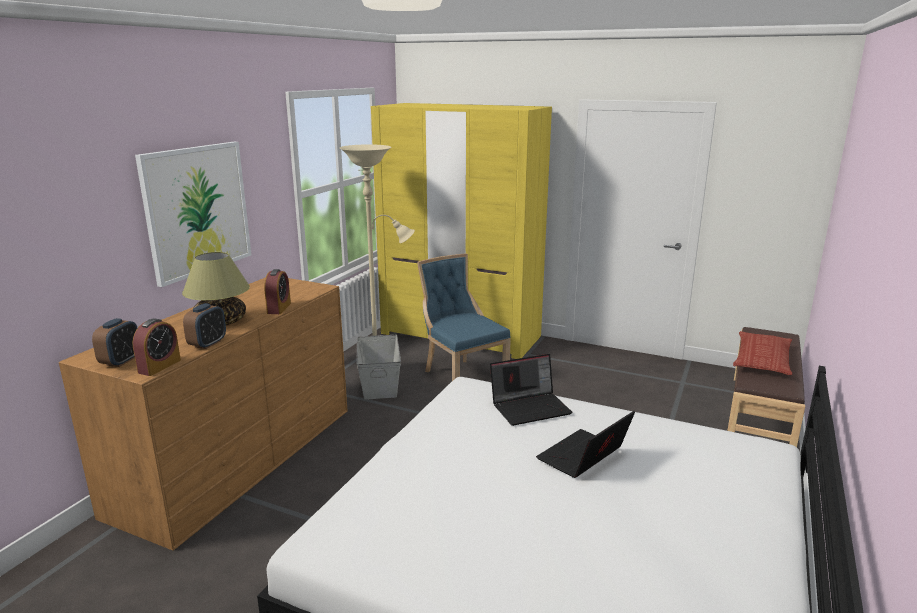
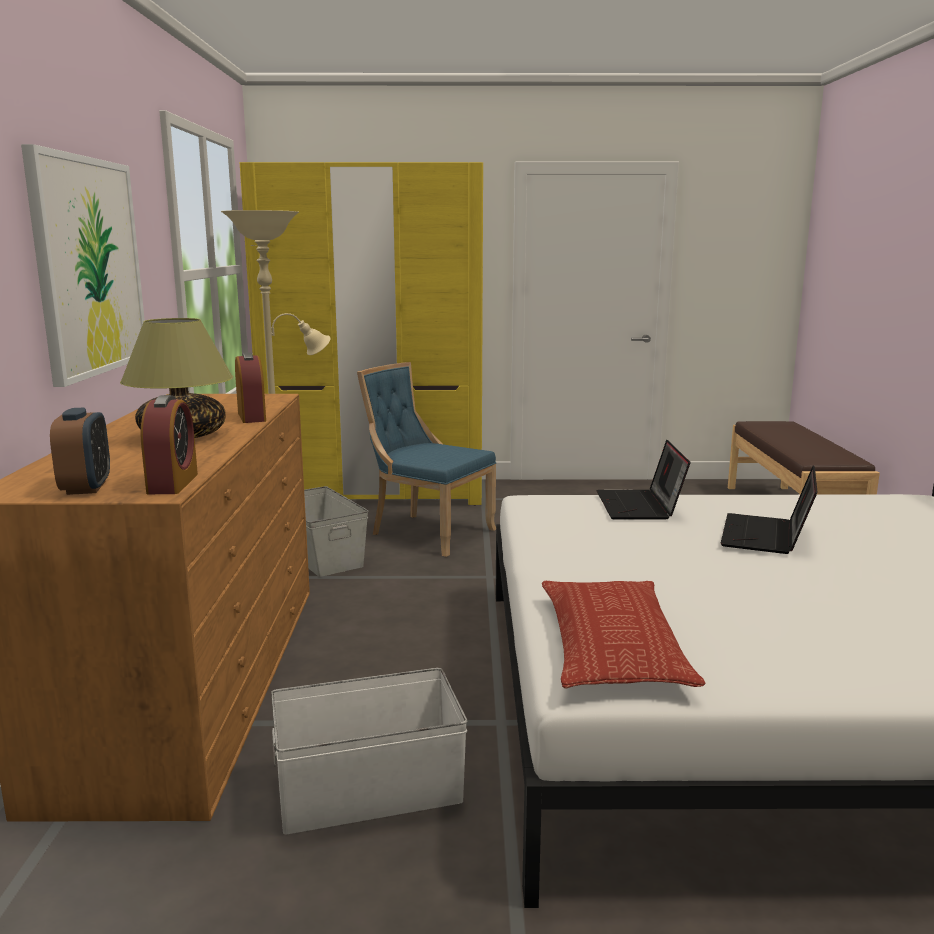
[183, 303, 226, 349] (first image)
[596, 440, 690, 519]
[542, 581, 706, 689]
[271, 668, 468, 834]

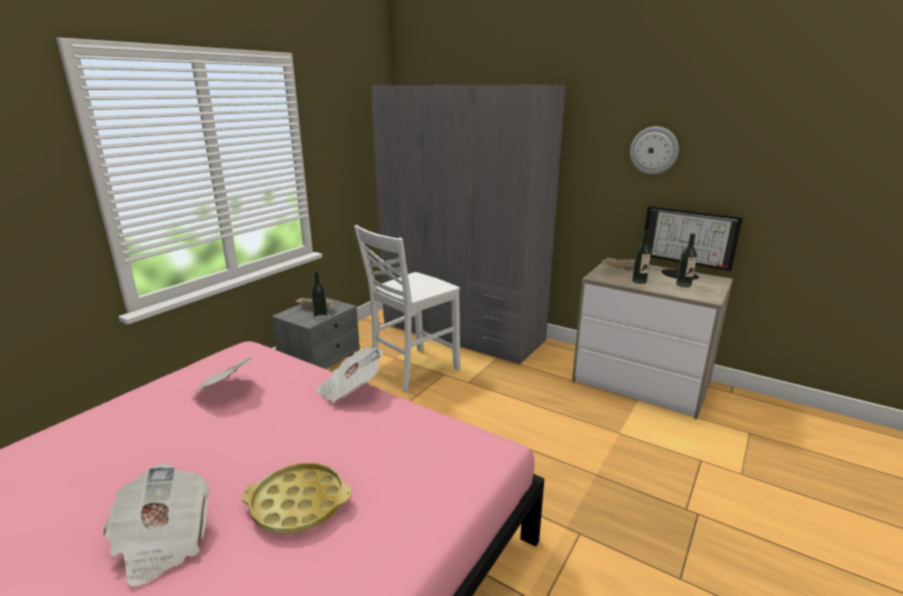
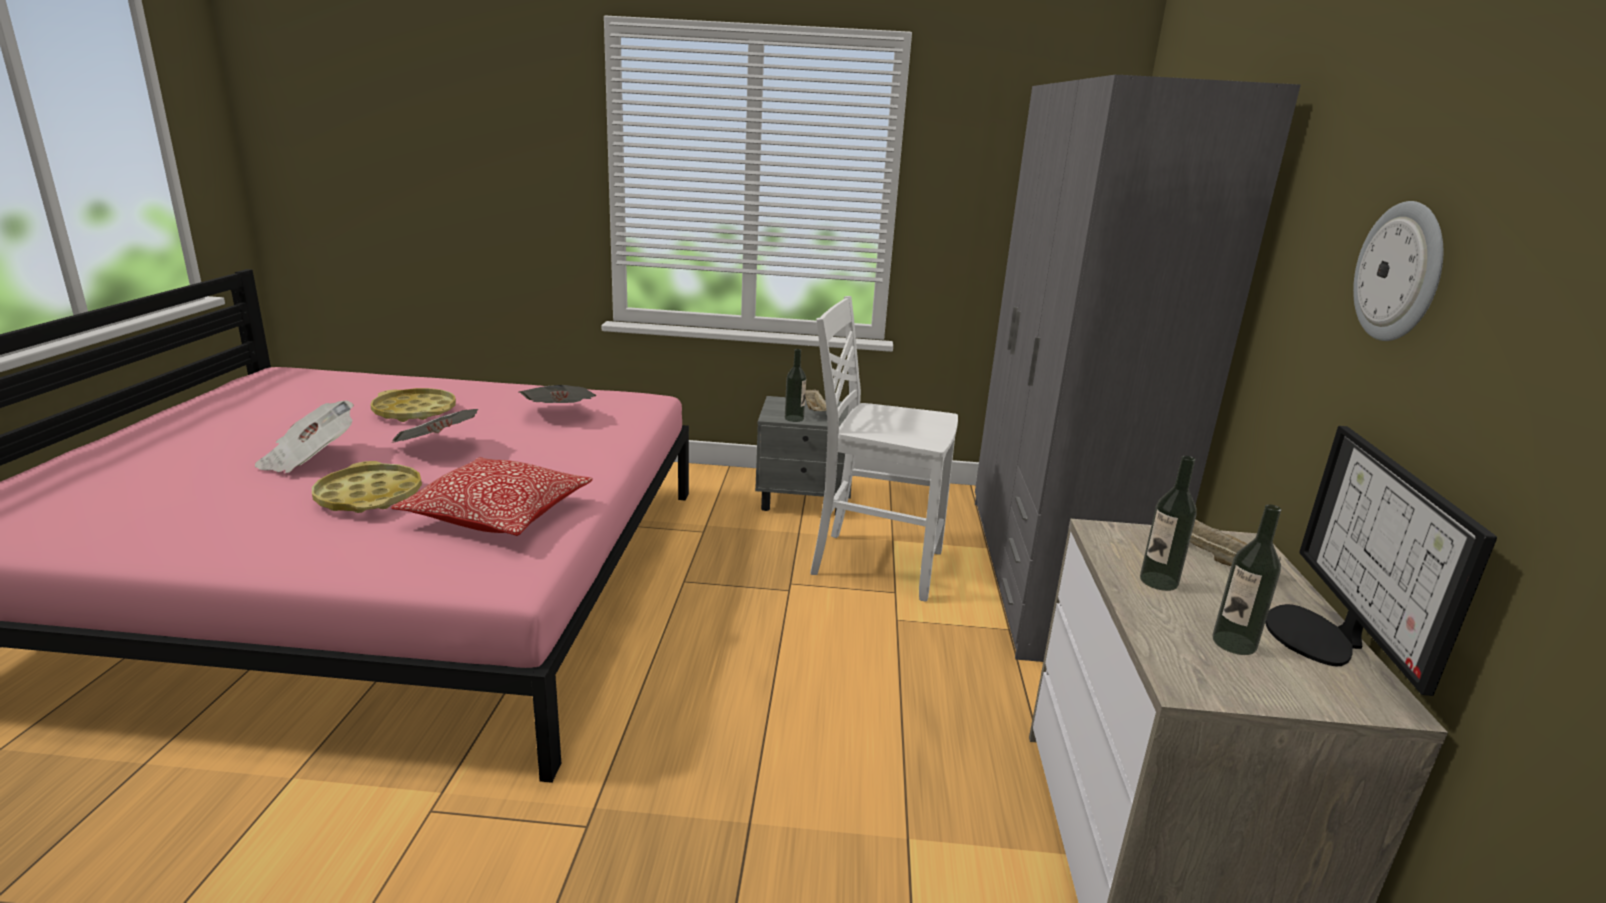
[391, 409, 479, 443]
[370, 388, 456, 422]
[391, 457, 593, 536]

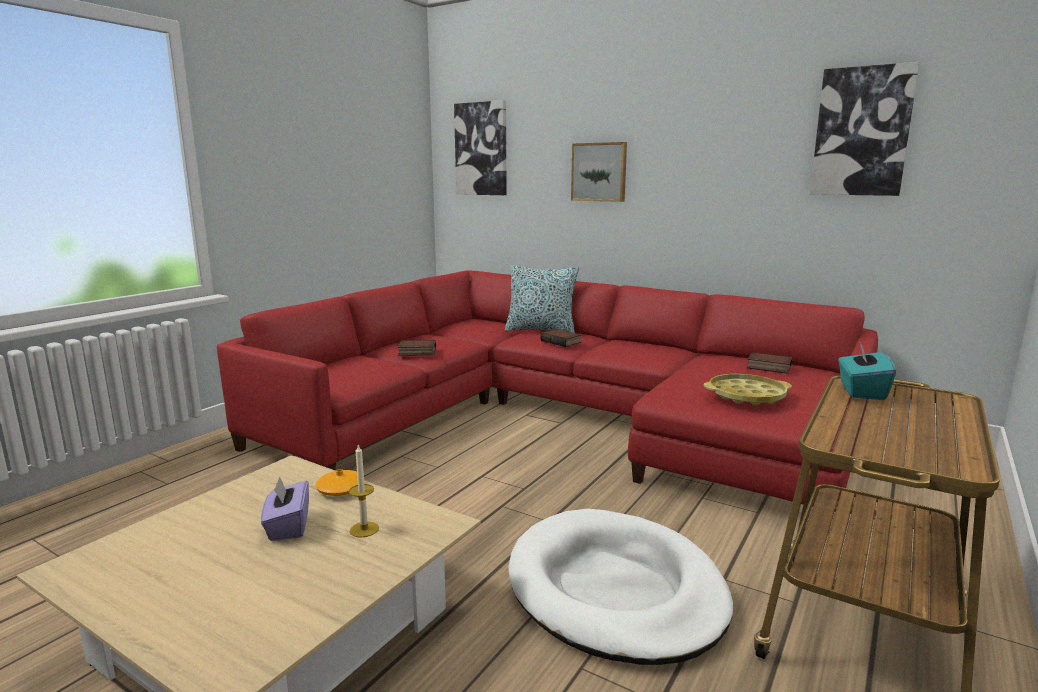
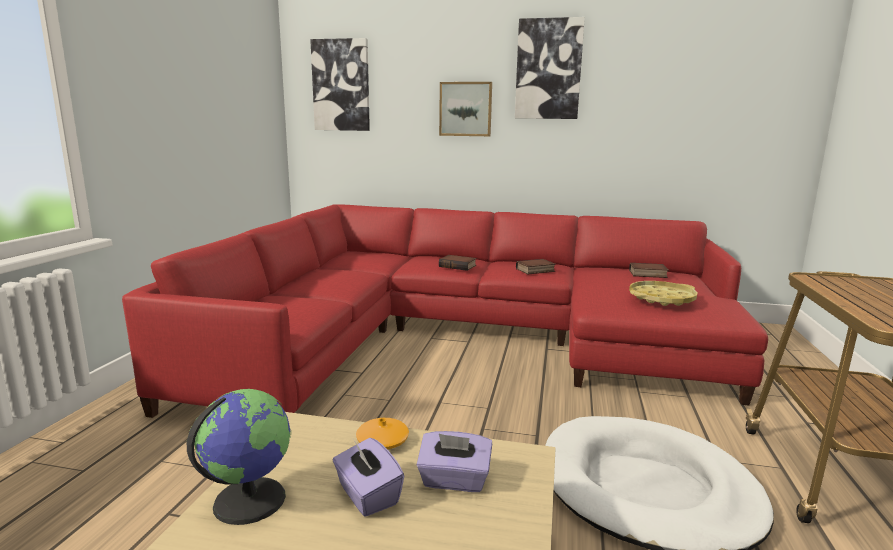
[417, 431, 492, 492]
[516, 259, 556, 274]
[505, 265, 579, 333] (first image)
[515, 17, 585, 119]
[838, 341, 896, 400] (first image)
[187, 389, 291, 525]

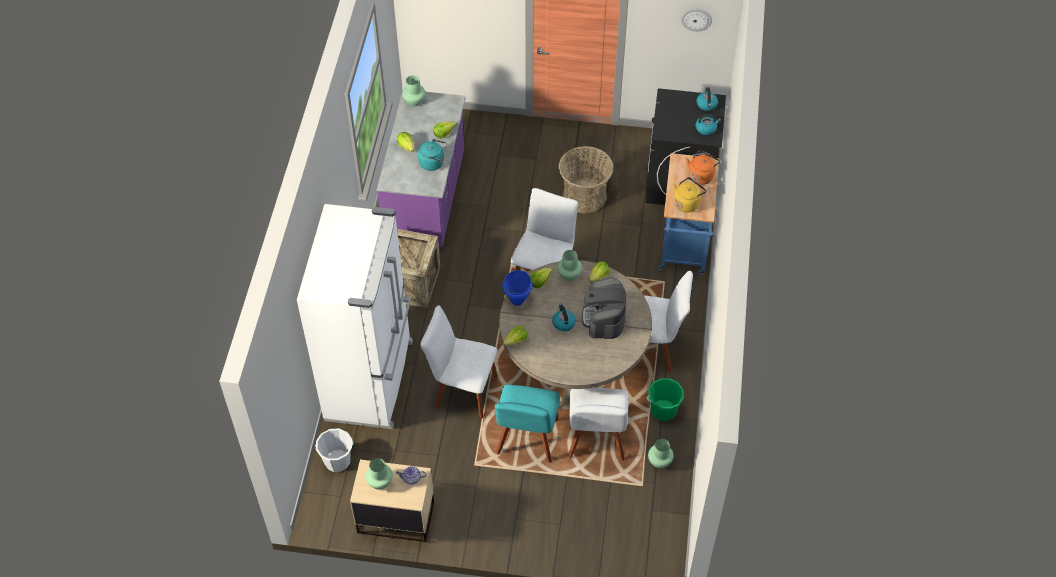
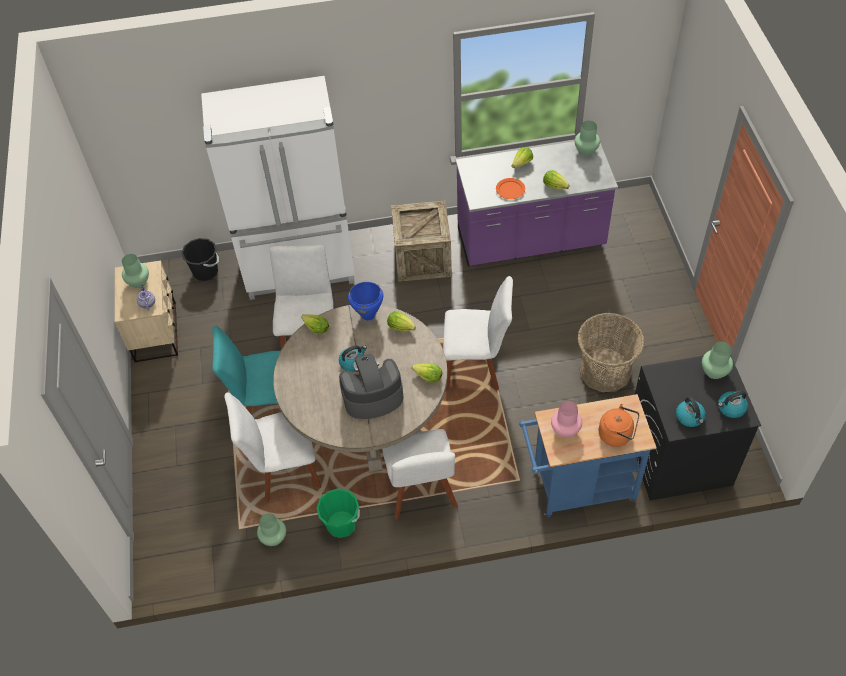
[181, 238, 219, 281]
[496, 178, 525, 199]
[702, 341, 733, 379]
[551, 401, 582, 438]
[681, 9, 712, 31] (first image)

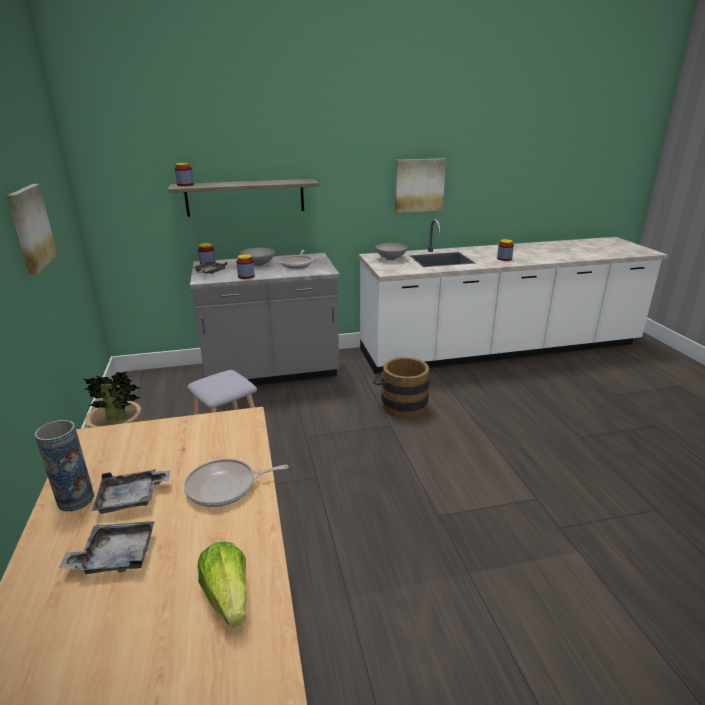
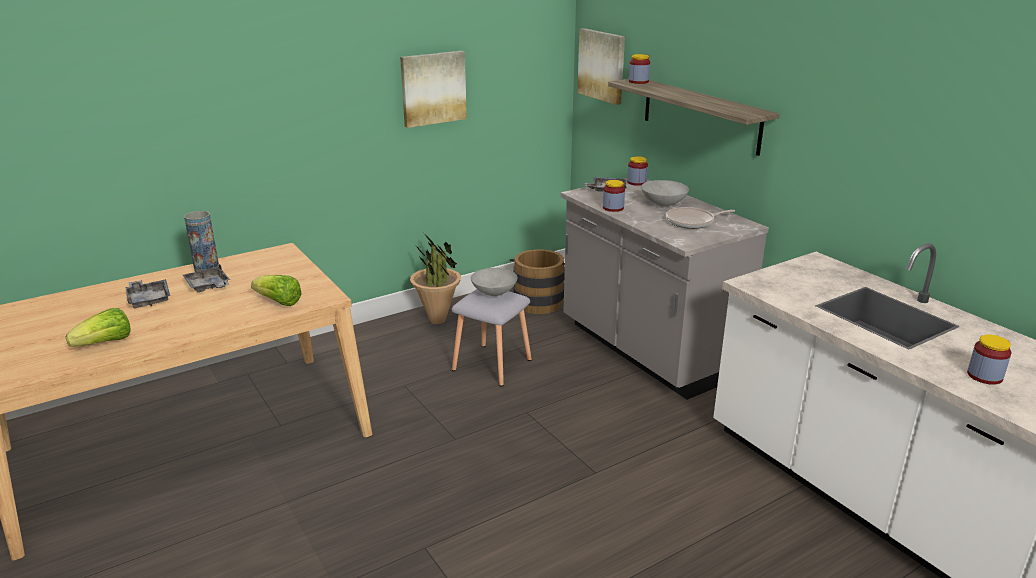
[184, 459, 288, 507] (first image)
[510, 249, 565, 314]
[471, 268, 518, 297]
[577, 28, 625, 105]
[251, 275, 302, 306]

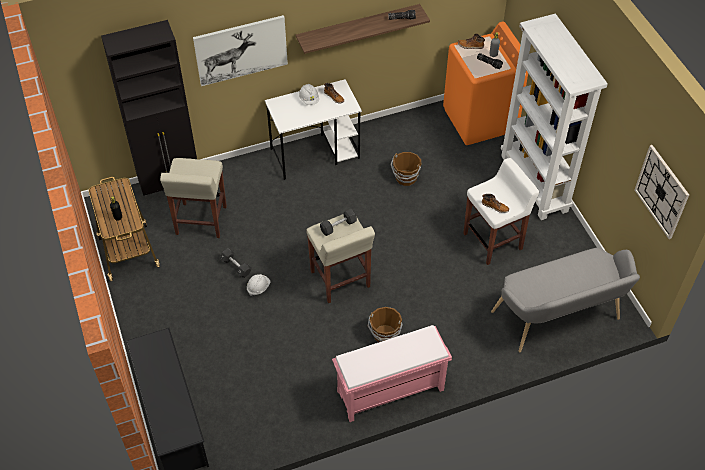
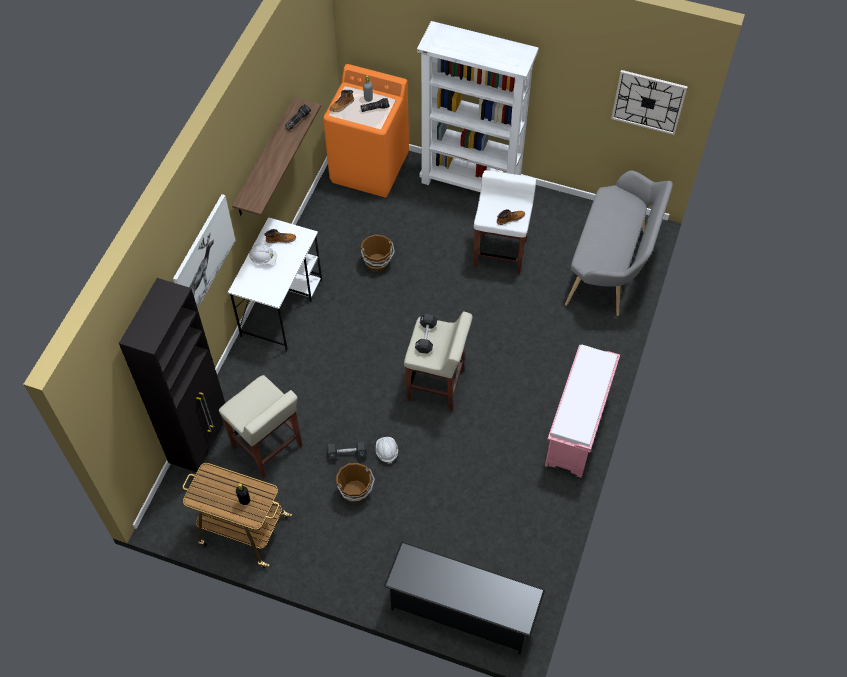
[336, 463, 375, 503]

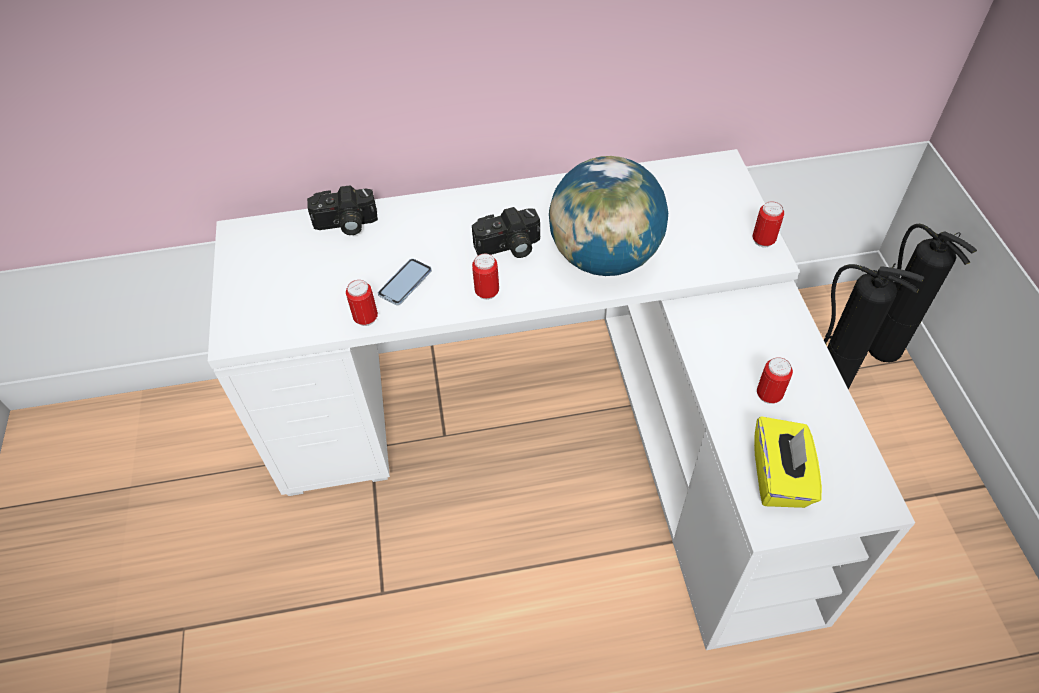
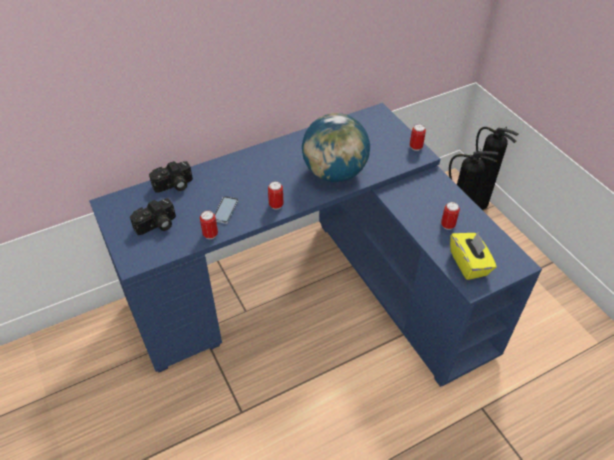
[89, 103, 542, 387]
[130, 198, 176, 235]

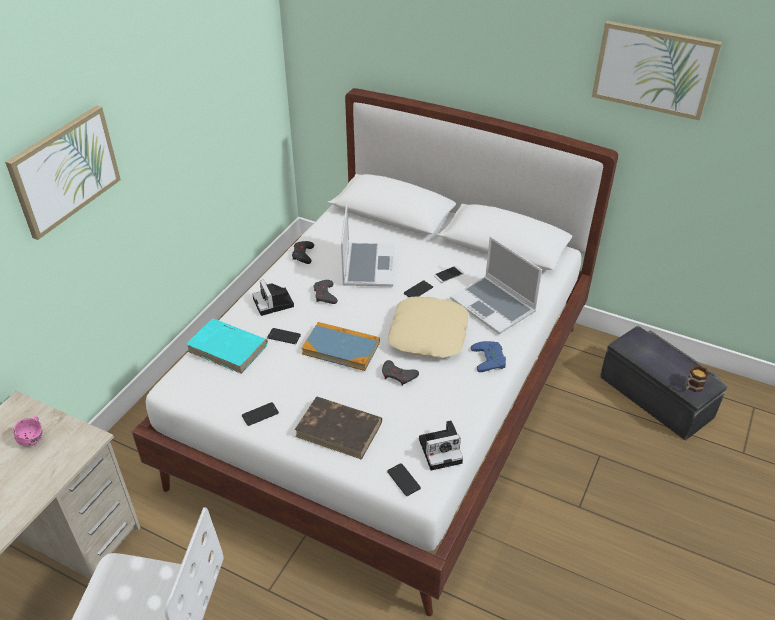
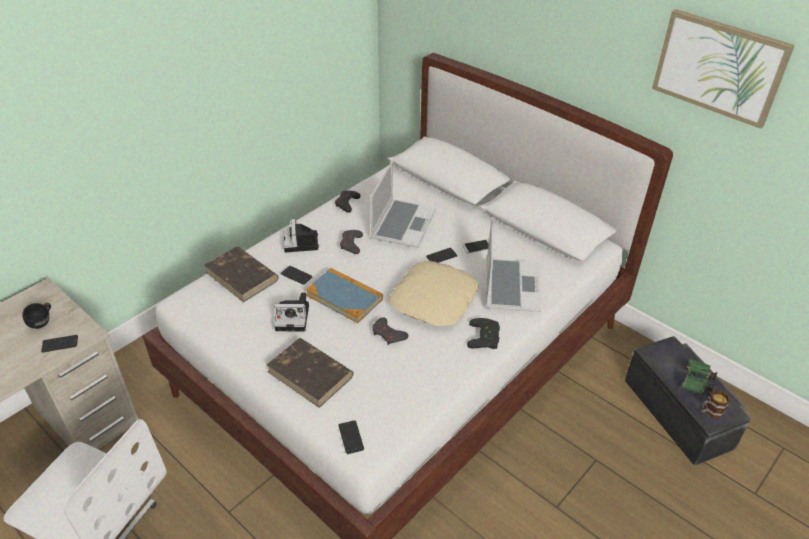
[5, 106, 121, 240] (first image)
[22, 303, 51, 329]
[204, 246, 279, 302]
[41, 335, 78, 353]
[274, 292, 309, 332]
[486, 219, 541, 312]
[467, 318, 500, 349]
[682, 359, 717, 395]

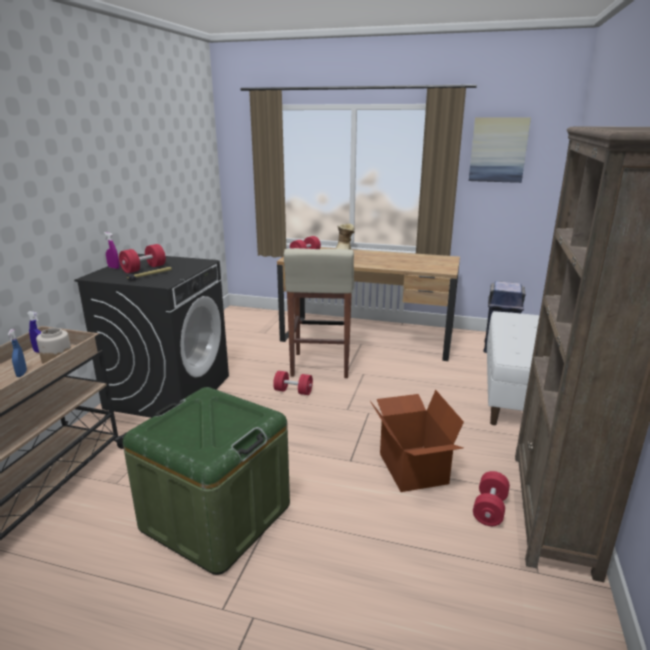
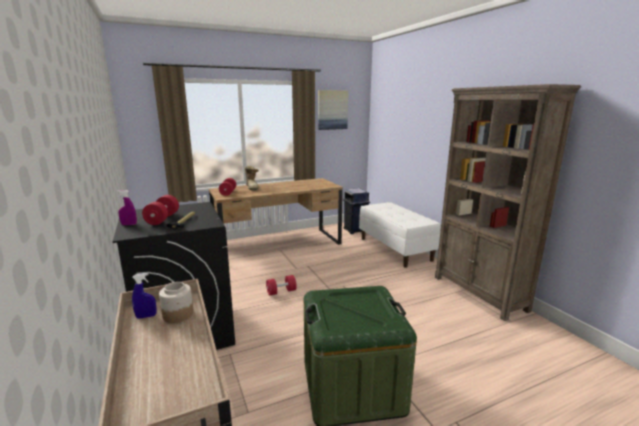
[8, 329, 27, 377] (first image)
[284, 248, 354, 378] (first image)
[370, 390, 464, 492] (first image)
[473, 471, 510, 526] (first image)

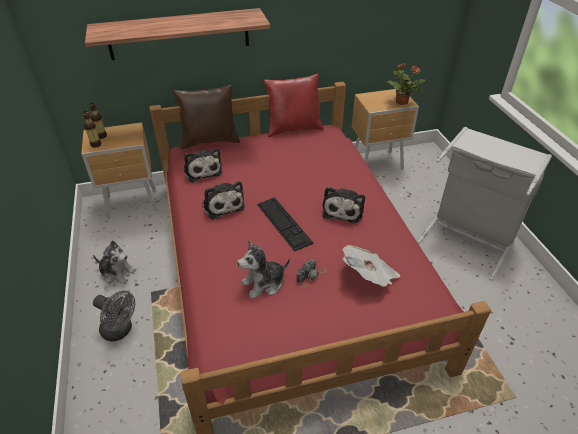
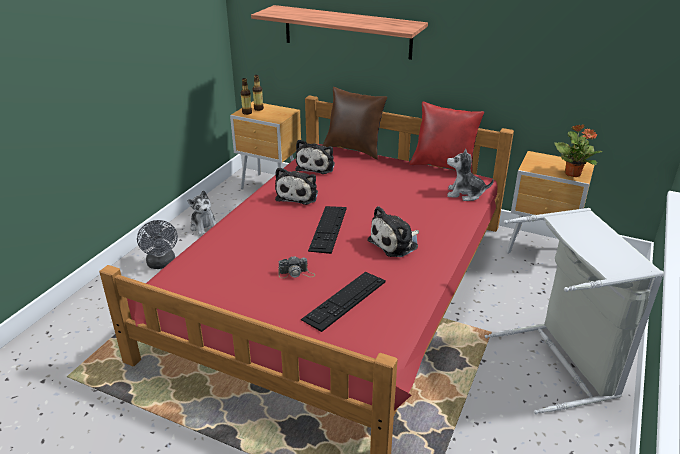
[447, 148, 494, 201]
[301, 272, 386, 332]

